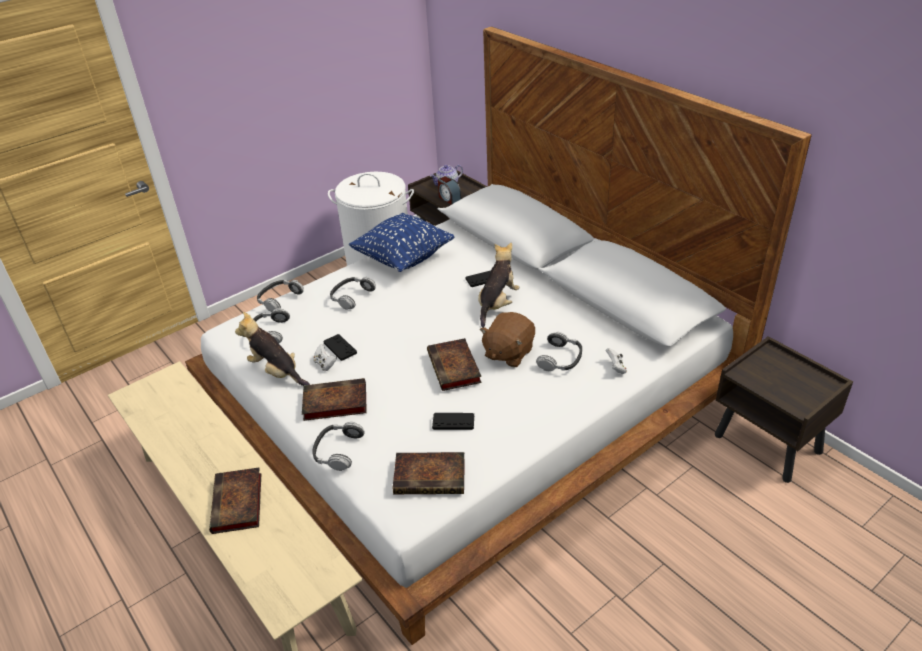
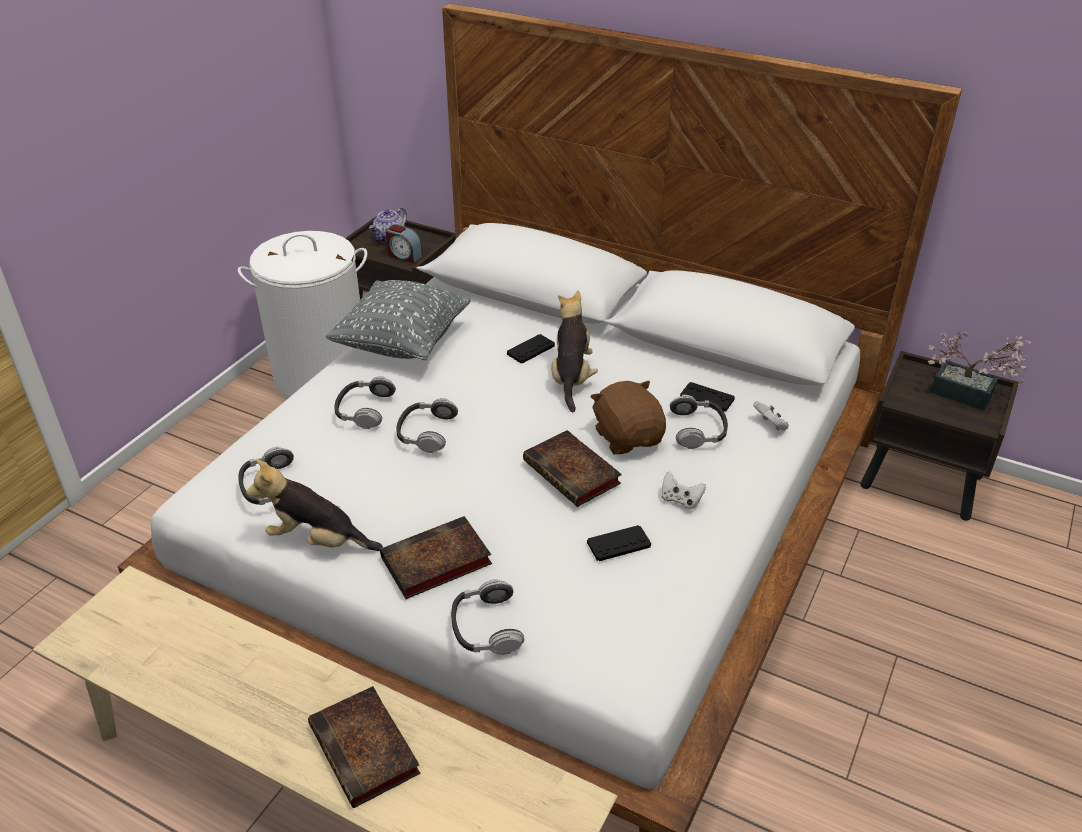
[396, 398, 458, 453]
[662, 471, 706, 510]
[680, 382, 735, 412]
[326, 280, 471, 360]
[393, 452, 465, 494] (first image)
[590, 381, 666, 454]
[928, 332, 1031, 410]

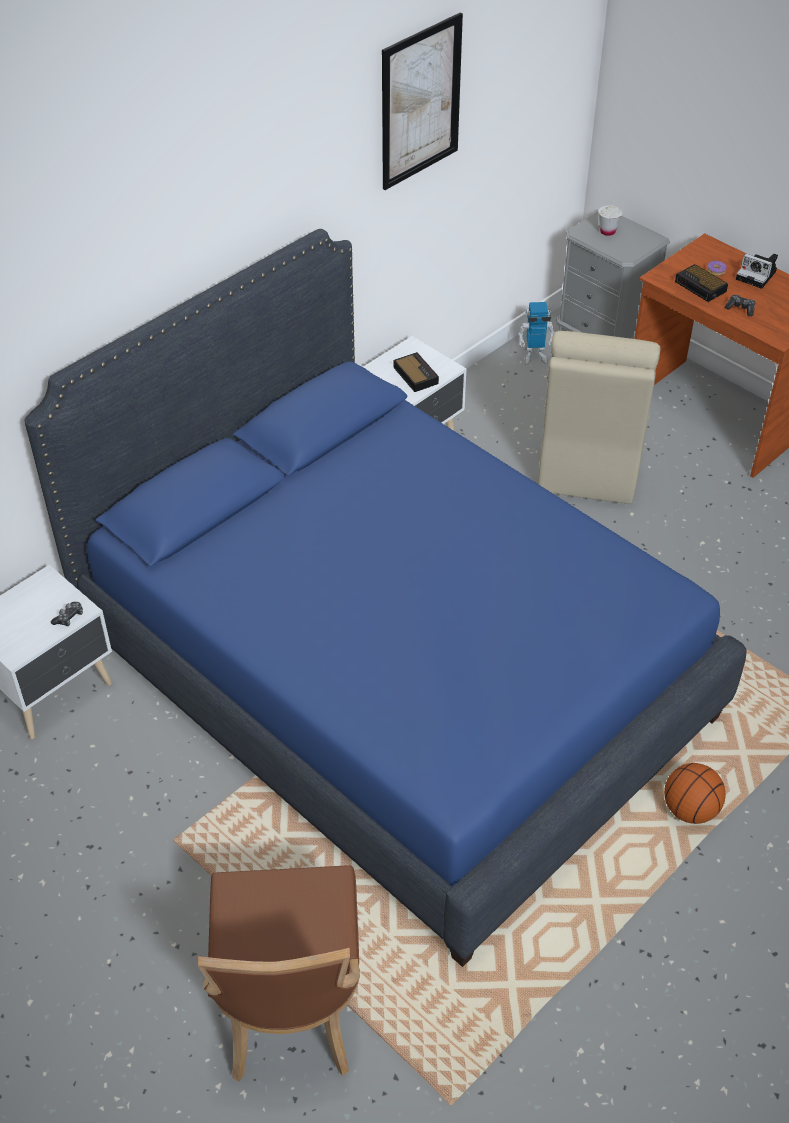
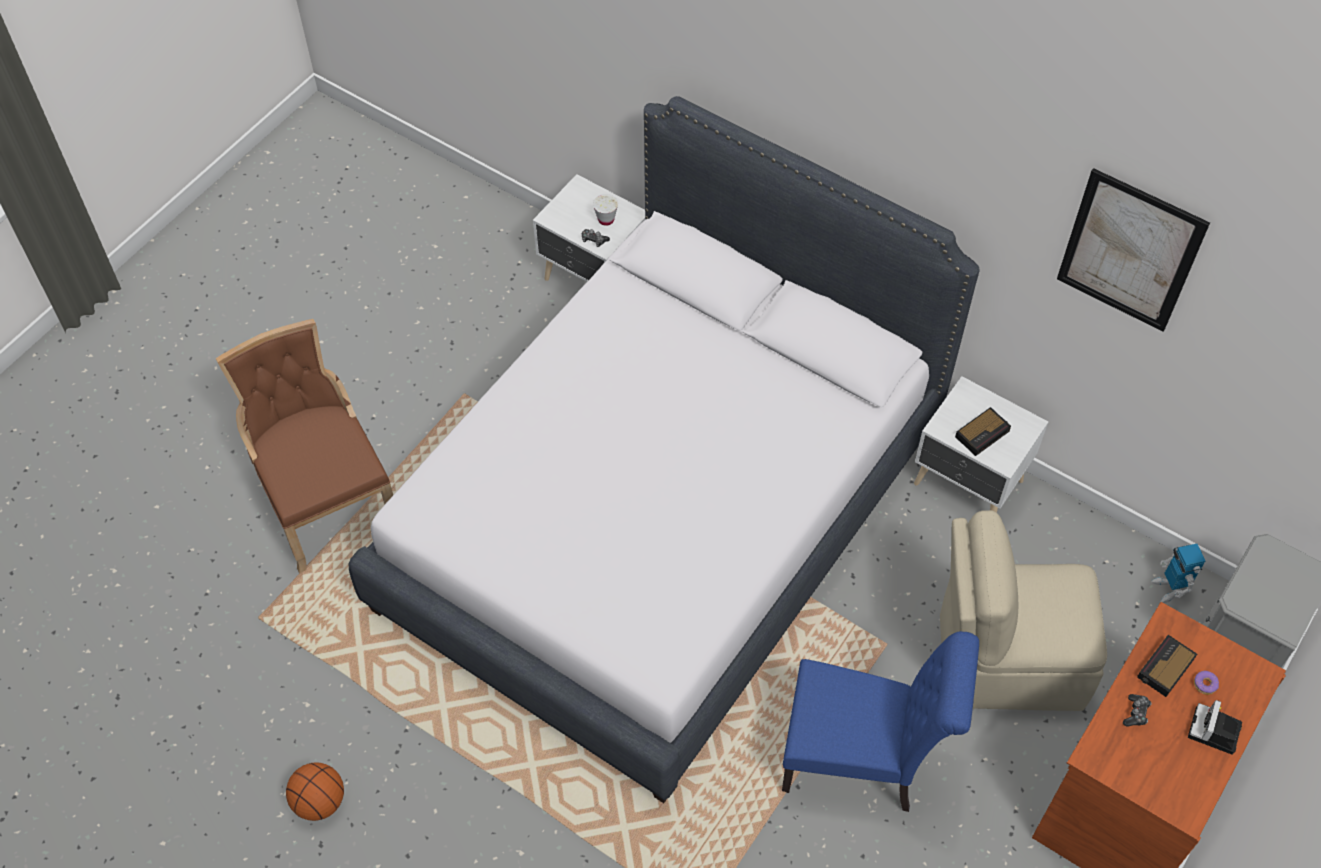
[348, 96, 979, 803]
[216, 319, 393, 574]
[593, 194, 618, 226]
[286, 762, 344, 821]
[782, 631, 979, 812]

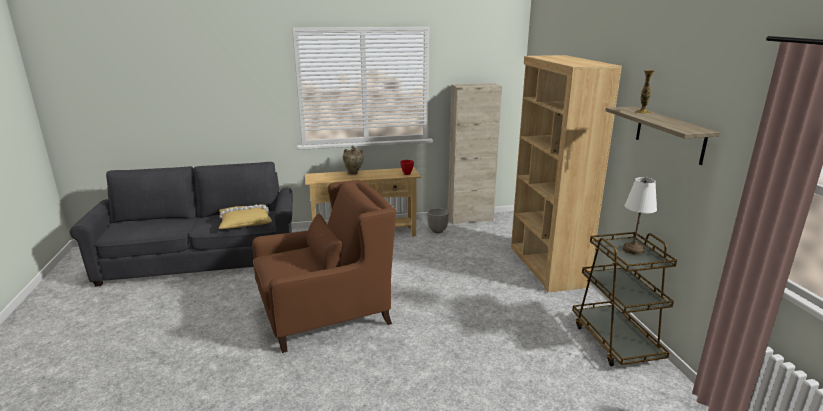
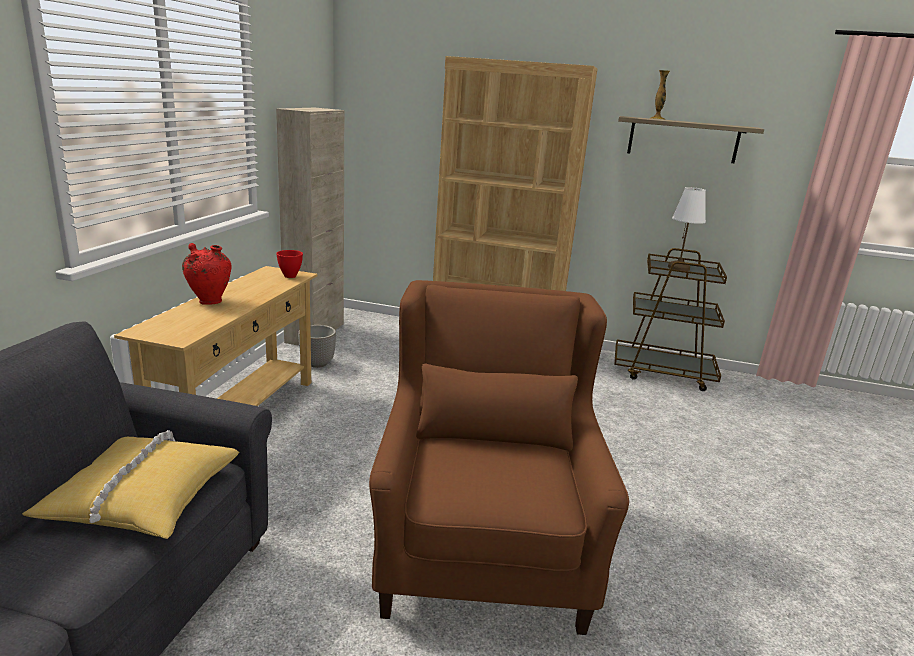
[182, 243, 232, 305]

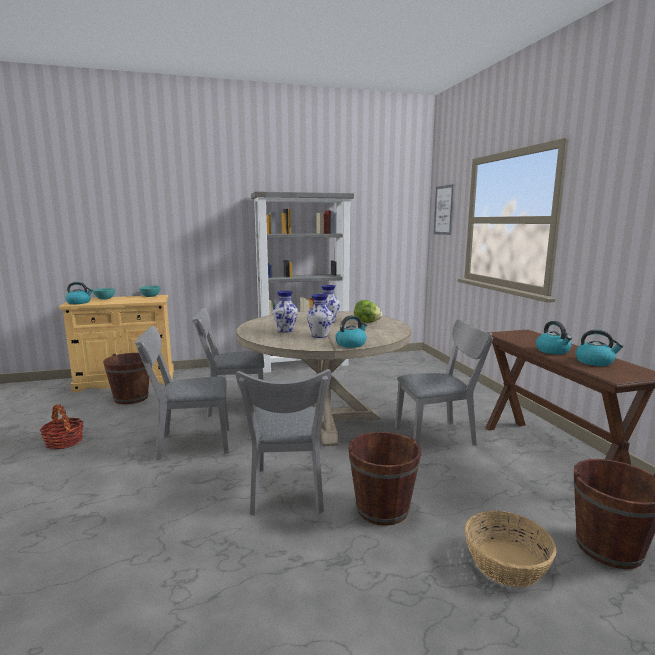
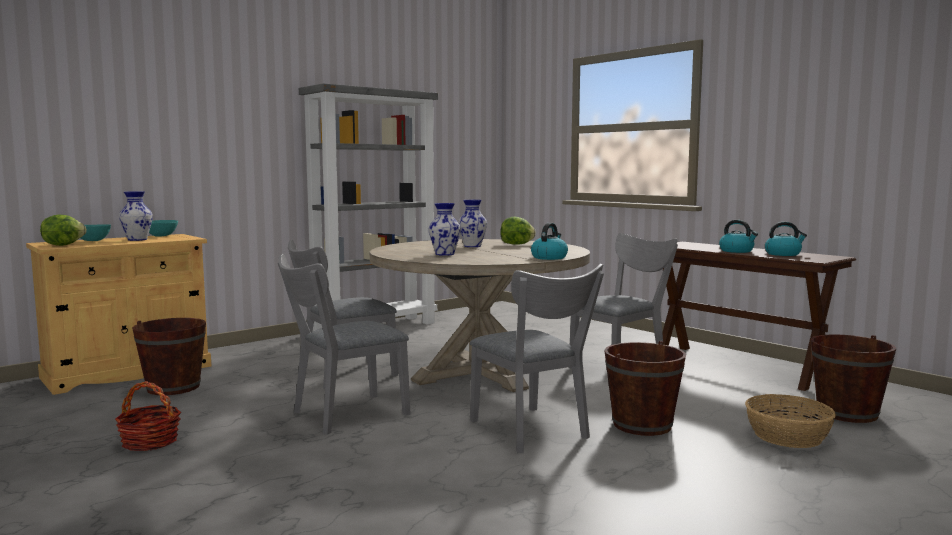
[40, 215, 87, 246]
[119, 191, 153, 241]
[434, 184, 454, 235] (first image)

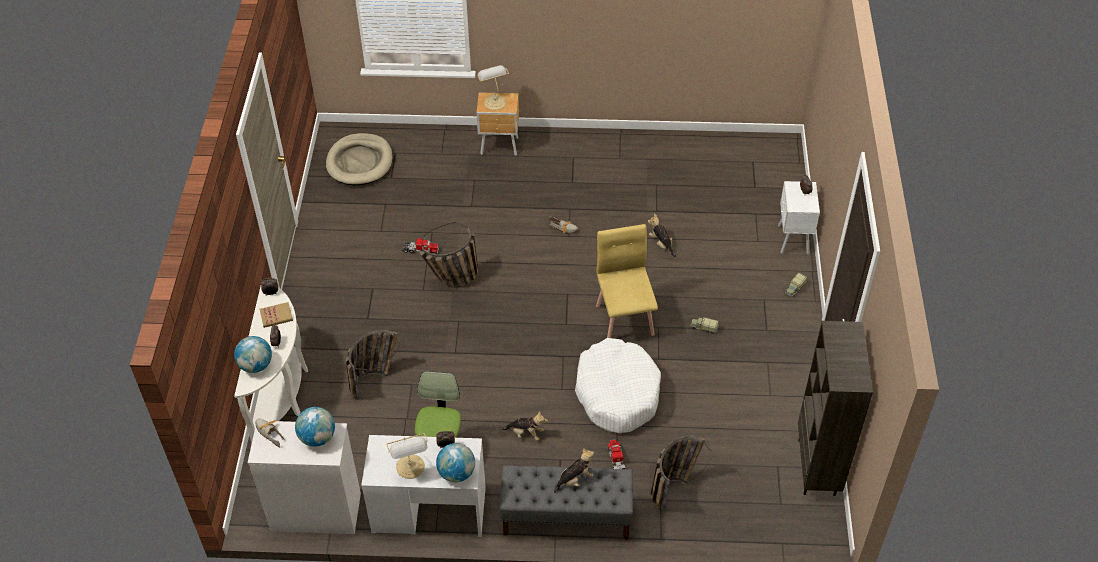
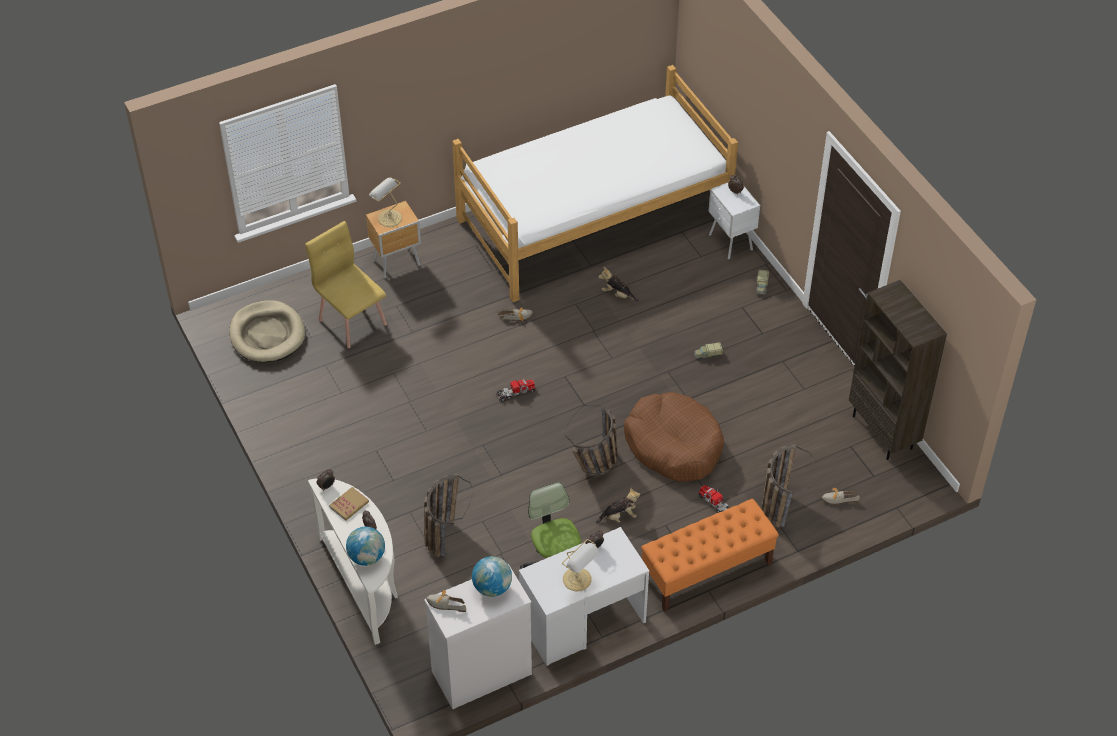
[496, 378, 536, 401]
[565, 405, 618, 474]
[436, 443, 475, 482] (first image)
[641, 499, 779, 612]
[554, 448, 594, 493] (first image)
[624, 392, 724, 482]
[305, 221, 387, 348]
[452, 65, 738, 302]
[822, 488, 860, 505]

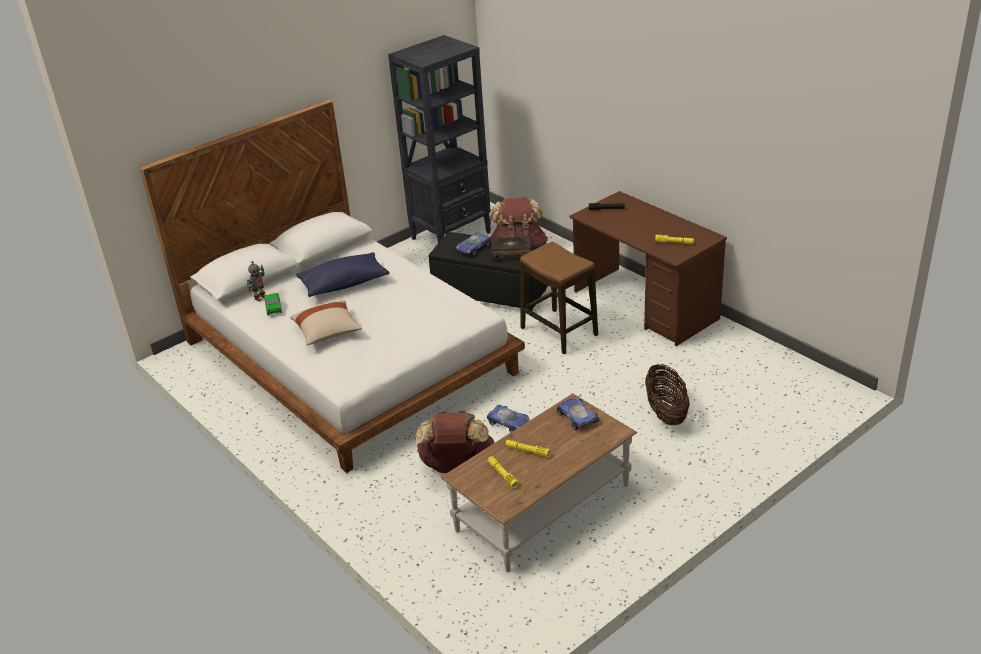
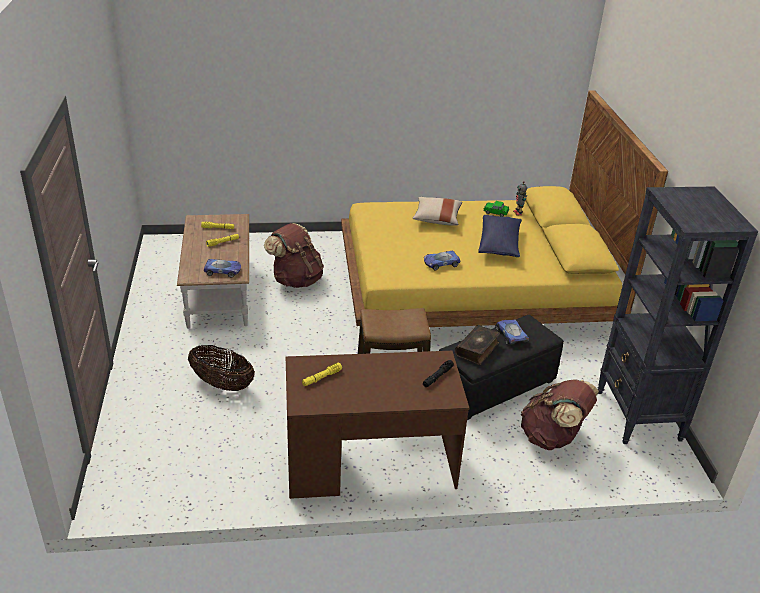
[341, 91, 668, 327]
[424, 251, 461, 270]

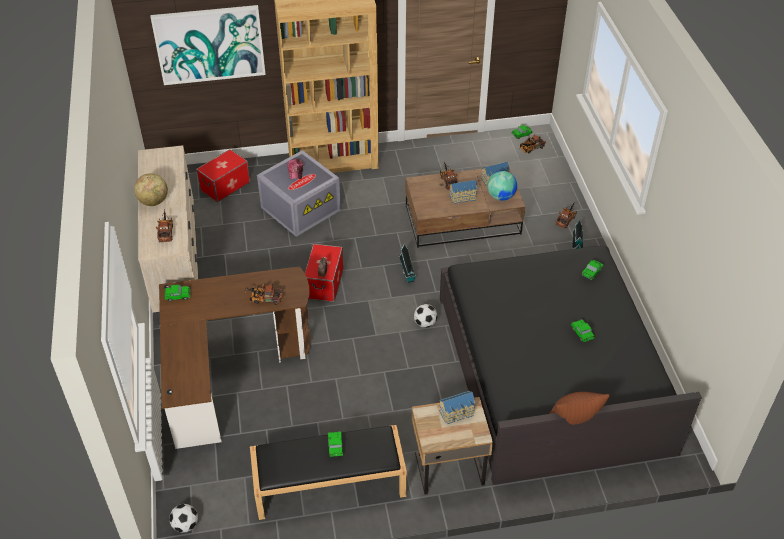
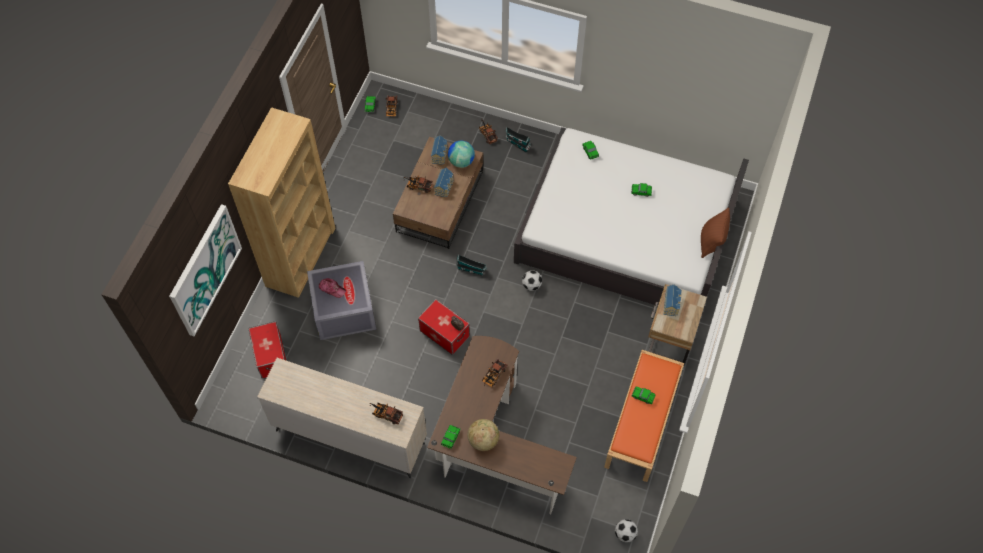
[467, 419, 499, 451]
[604, 350, 684, 482]
[514, 127, 749, 305]

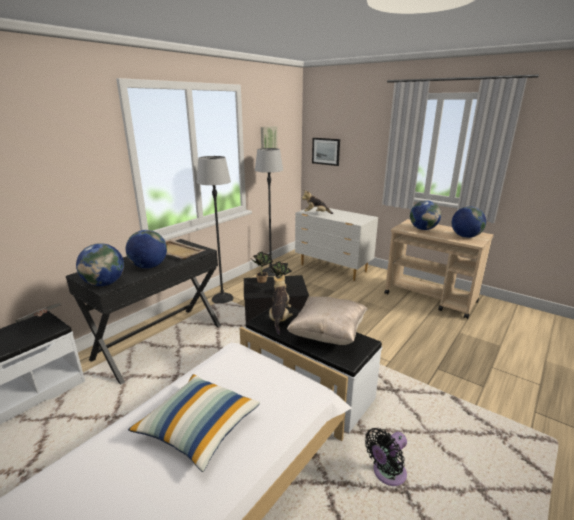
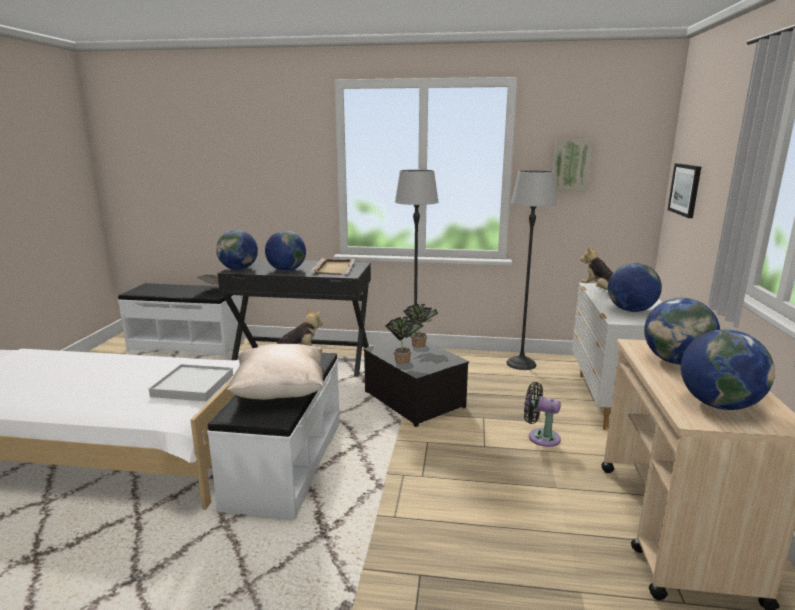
[128, 374, 260, 472] (first image)
[524, 382, 561, 447]
[149, 364, 233, 401]
[608, 263, 662, 312]

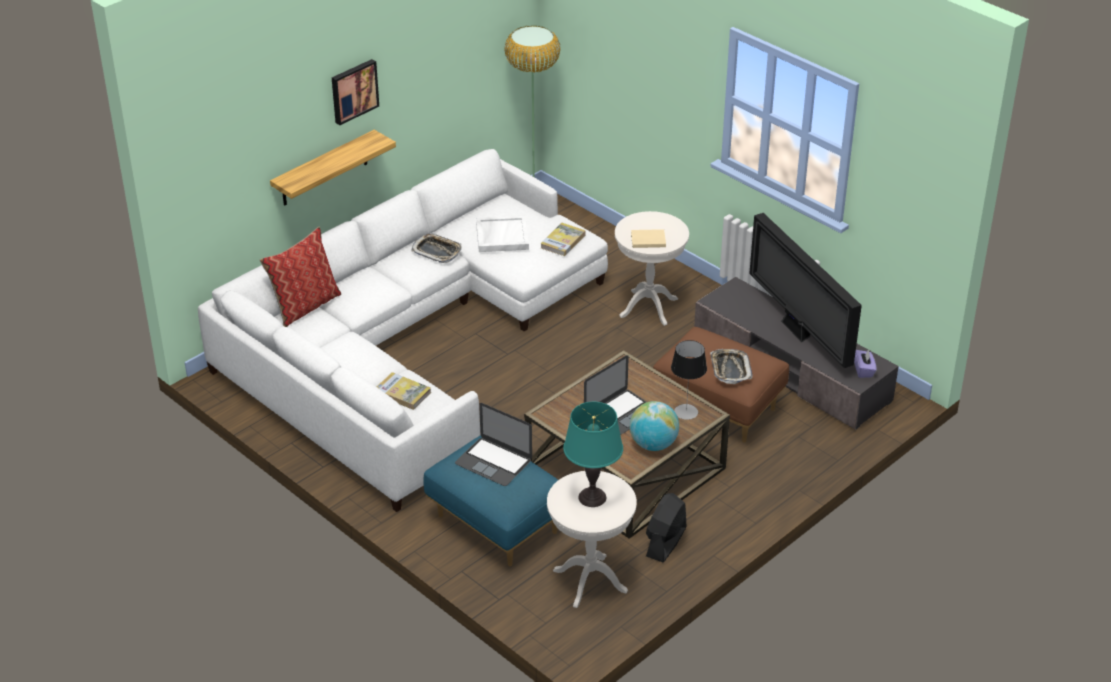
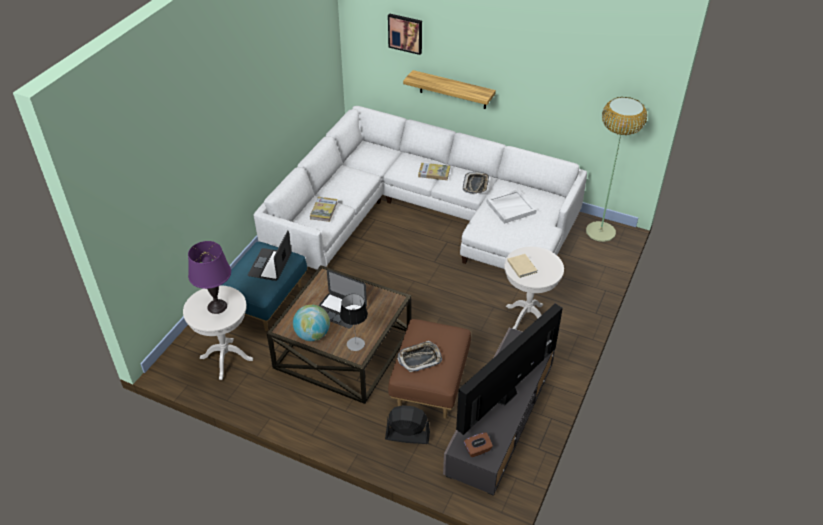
[260, 227, 341, 327] (first image)
[388, 14, 422, 55]
[418, 163, 450, 180]
[188, 241, 231, 314]
[385, 405, 430, 444]
[464, 433, 493, 457]

